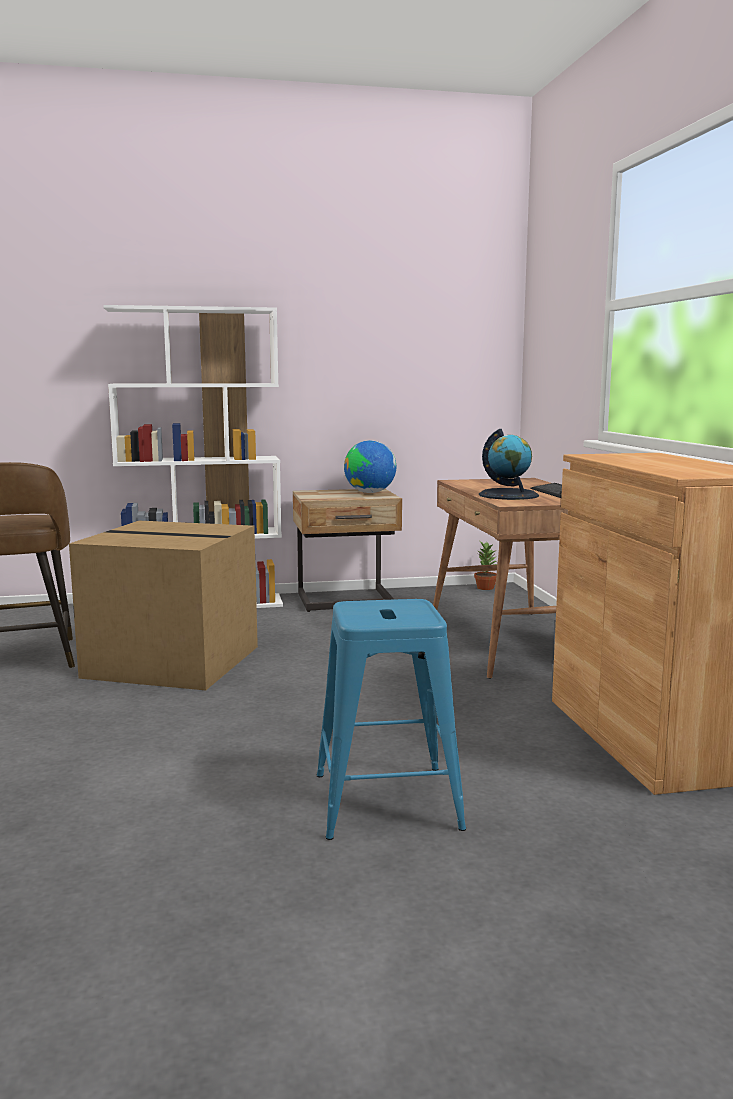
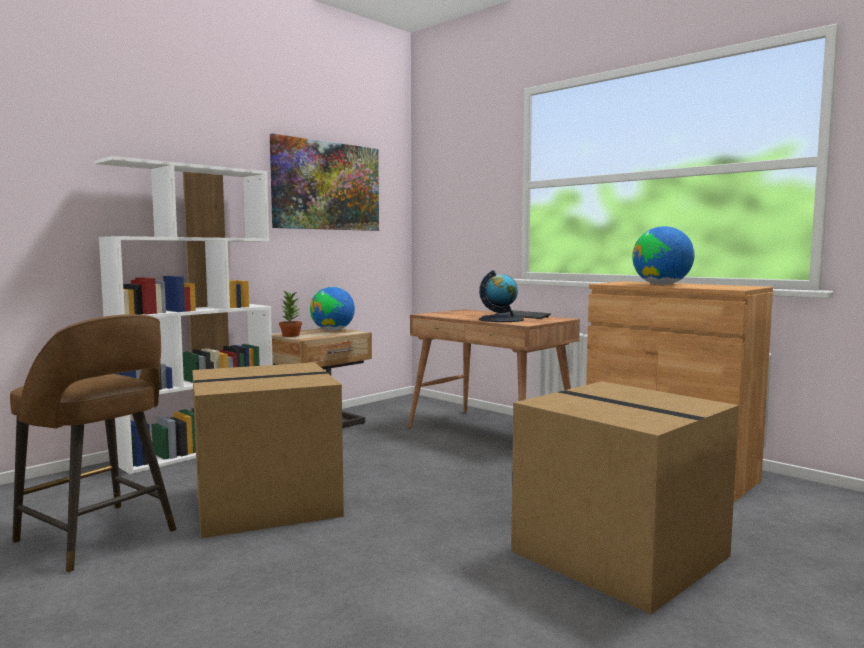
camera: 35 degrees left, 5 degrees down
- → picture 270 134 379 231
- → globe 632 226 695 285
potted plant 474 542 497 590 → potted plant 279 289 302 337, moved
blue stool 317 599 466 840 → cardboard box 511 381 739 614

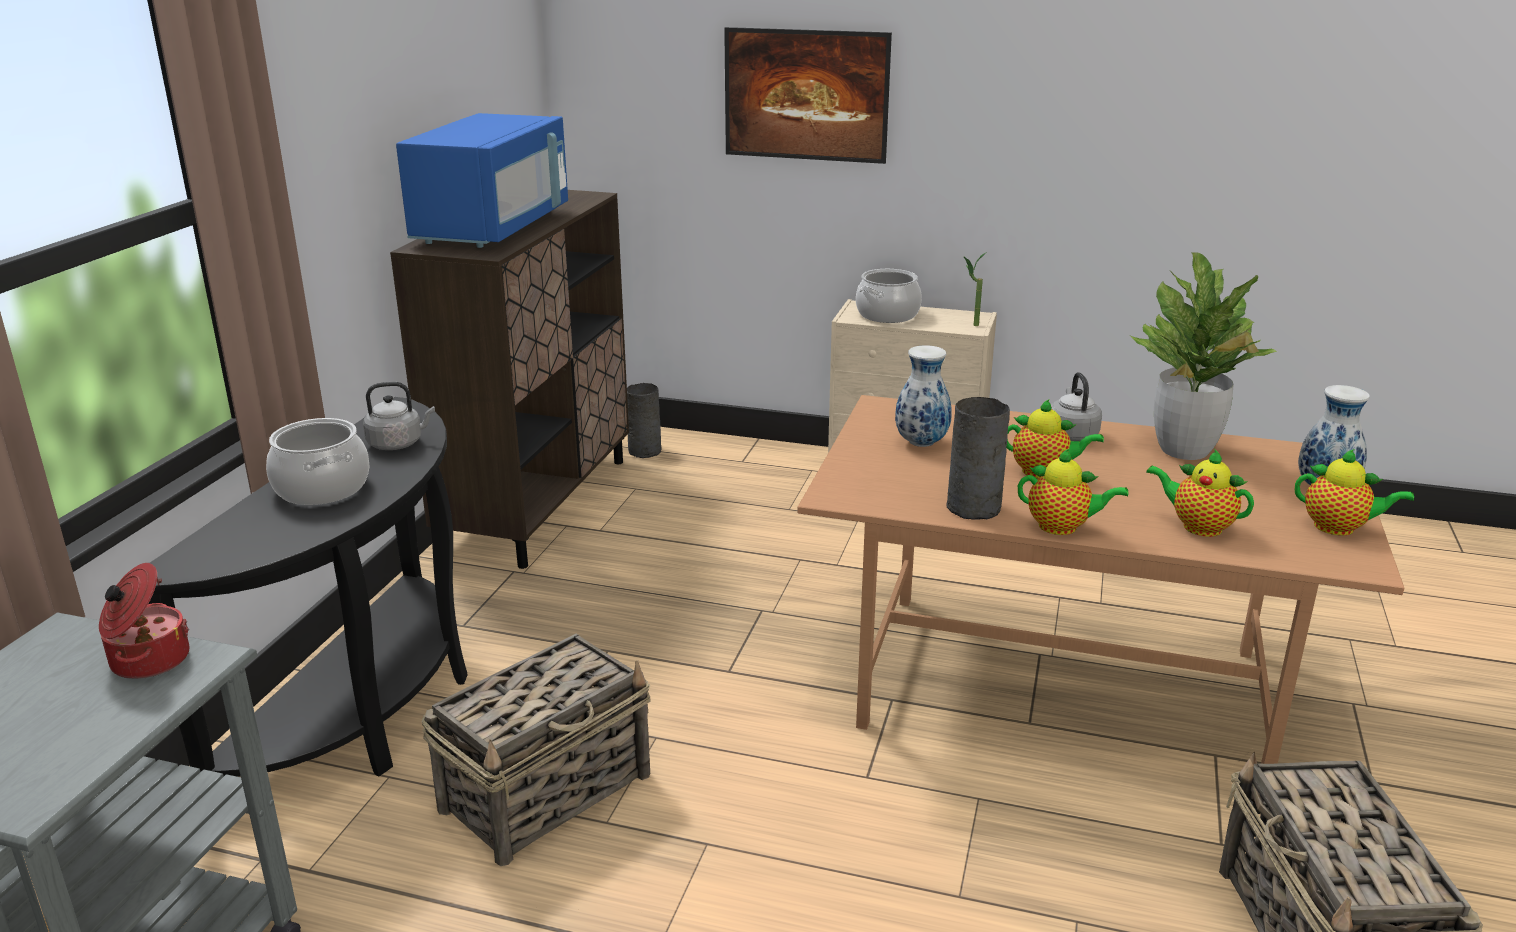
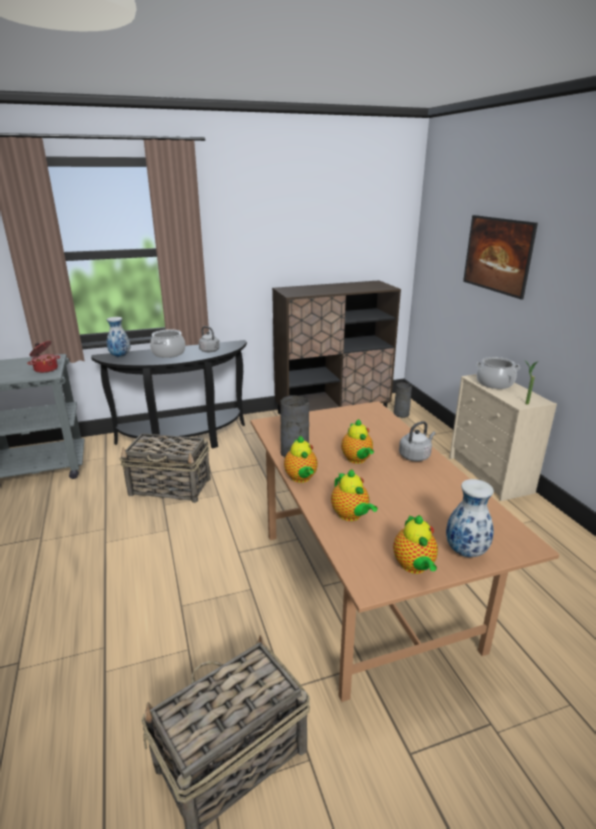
camera: 55 degrees right, 0 degrees up
blue microwave 396 113 568 248 → -
potted plant 1131 253 1277 460 → -
vase 895 345 952 447 → vase 107 317 130 357, moved
teapot 1146 448 1254 537 → teapot 331 469 378 521, 150 degrees clockwise

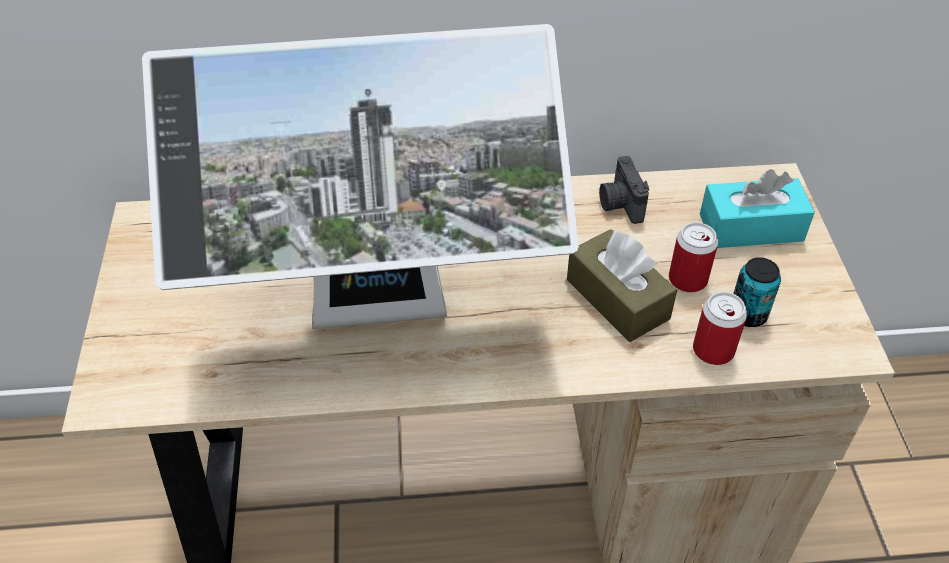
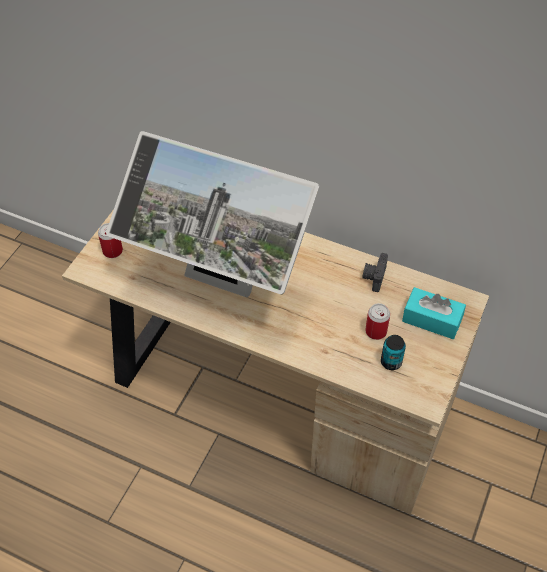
camera: 30 degrees right, 5 degrees up
brown tissue box 567 229 677 342 → -
can 693 292 747 365 → can 98 223 123 258, moved

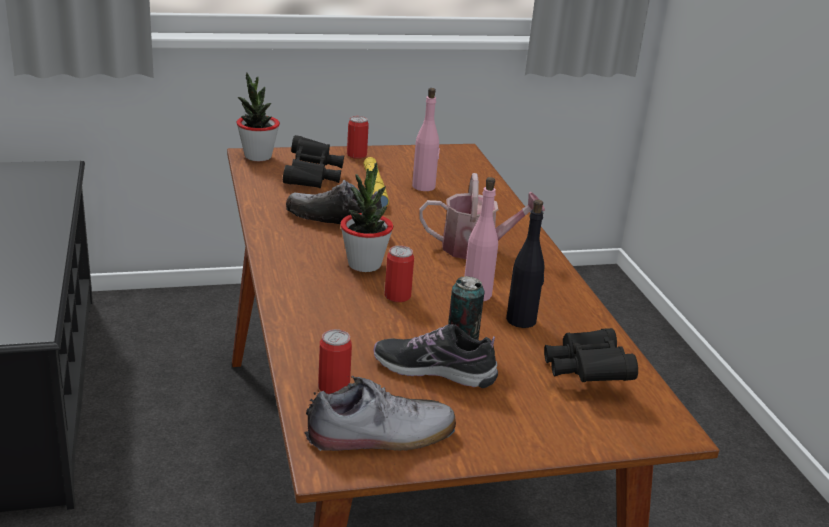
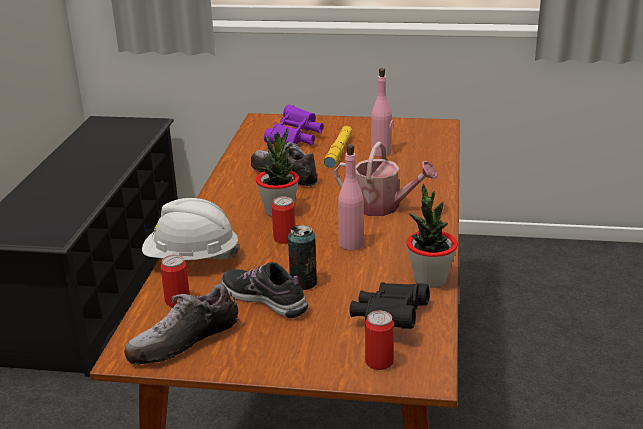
camera: 25 degrees right, 0 degrees up
black bottle 506 200 545 328 → -
- → white hard hat 142 198 240 260
potted plant 236 73 280 161 → potted plant 406 183 458 288, moved
can 347 116 369 159 → can 365 311 394 370, moved
black binoculars 283 135 344 188 → purple binoculars 264 105 323 146
shoe 304 376 456 453 → shoe 124 284 239 365, 135 degrees clockwise

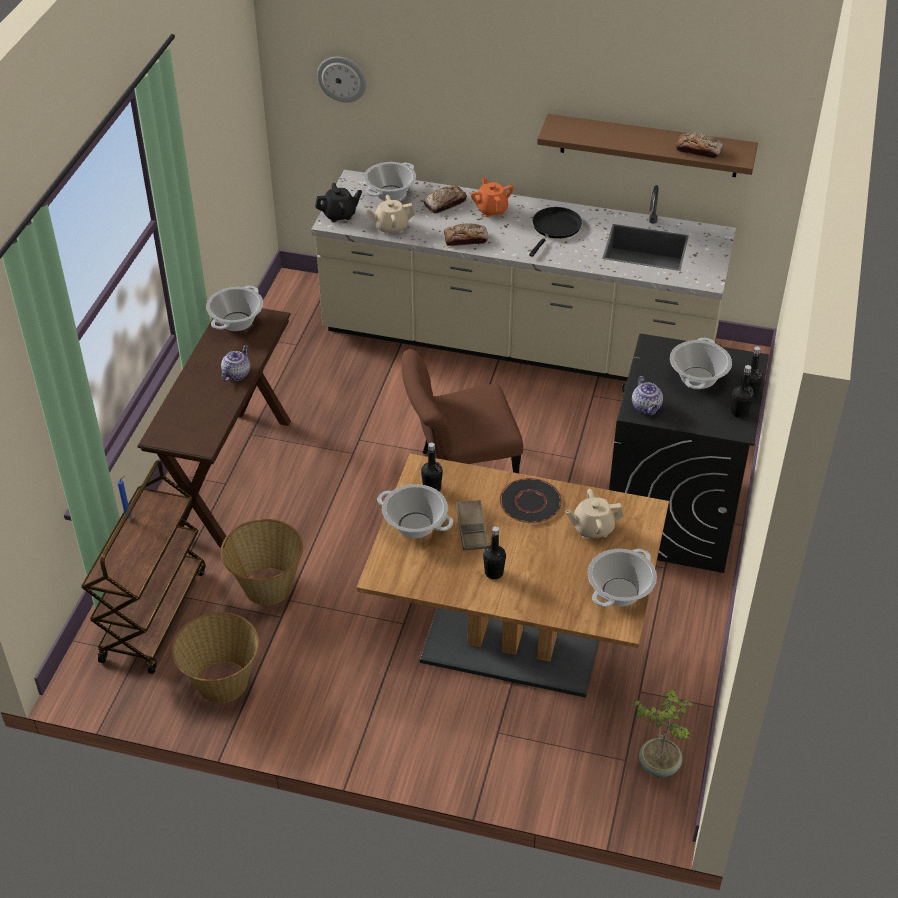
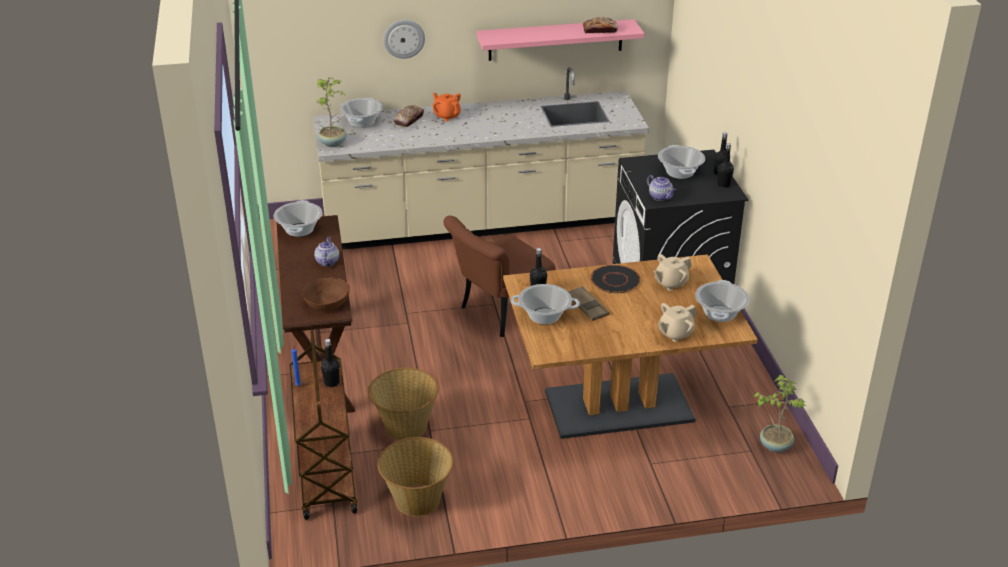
camera: 25 degrees left, 10 degrees down
bread 444 223 488 246 → -
black frying pan 529 207 582 257 → -
- → brown bowl 302 277 350 311
wall clock 317 57 366 103 → wall clock 384 20 425 59, moved
beige teapot 366 195 415 235 → beige teapot 658 303 697 342, moved
black bottle 483 526 506 579 → black bottle 321 339 340 387, moved
black teapot 315 183 362 222 → potted plant 317 77 347 147
brown shelf 537 114 758 177 → pink shelf 476 19 644 61

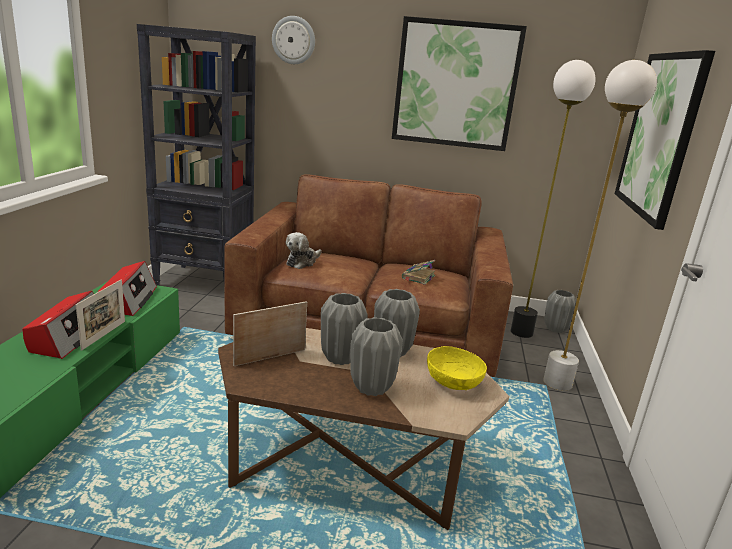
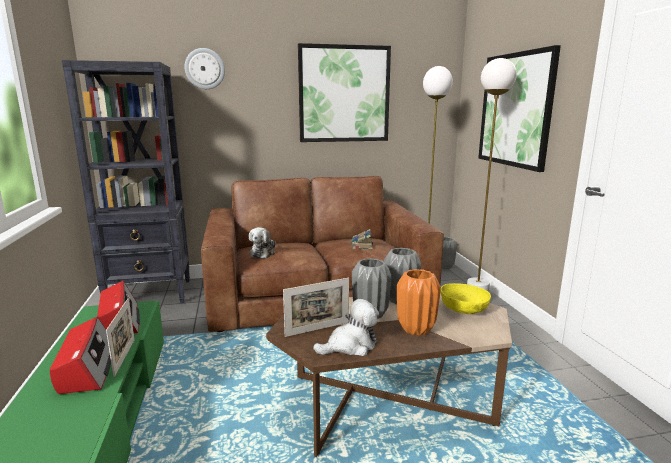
camera: 20 degrees left, 5 degrees down
- → plush toy 313 299 379 356
grey vase 350 317 403 396 → orange vase 397 269 441 336
picture frame 233 301 307 366 → picture frame 283 278 349 337, 150 degrees counterclockwise

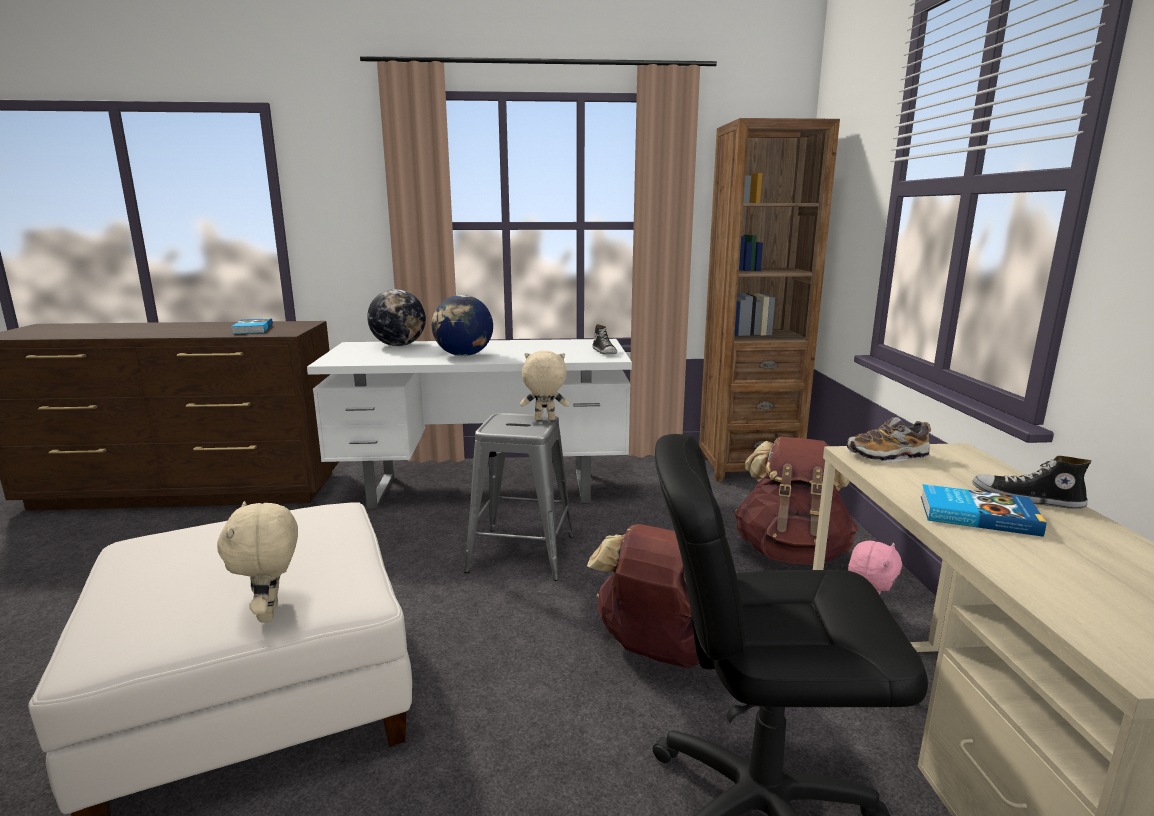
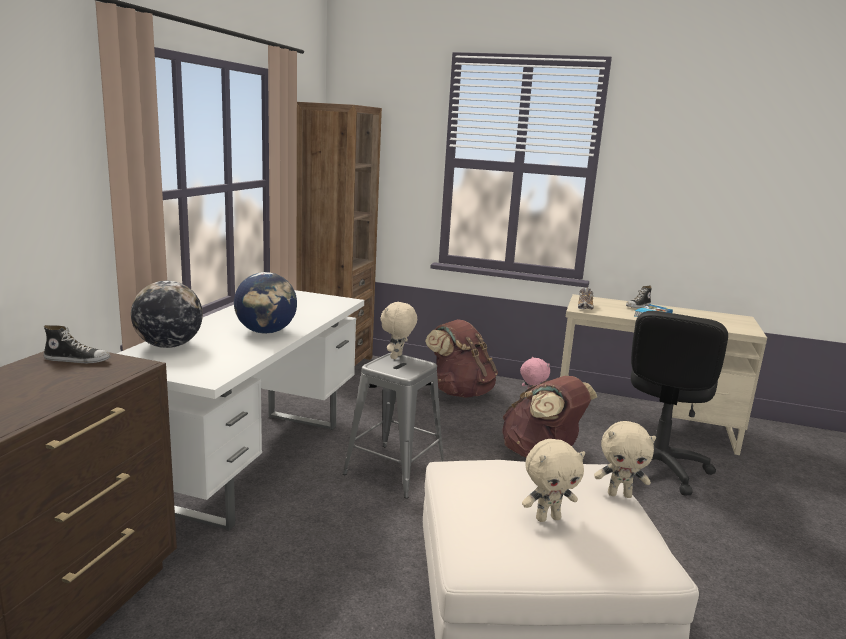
camera: 70 degrees left, 0 degrees up
book 231 318 273 334 → -
- → beige plush toy 522 439 585 522
shoe 592 324 617 355 → shoe 43 325 111 363, moved

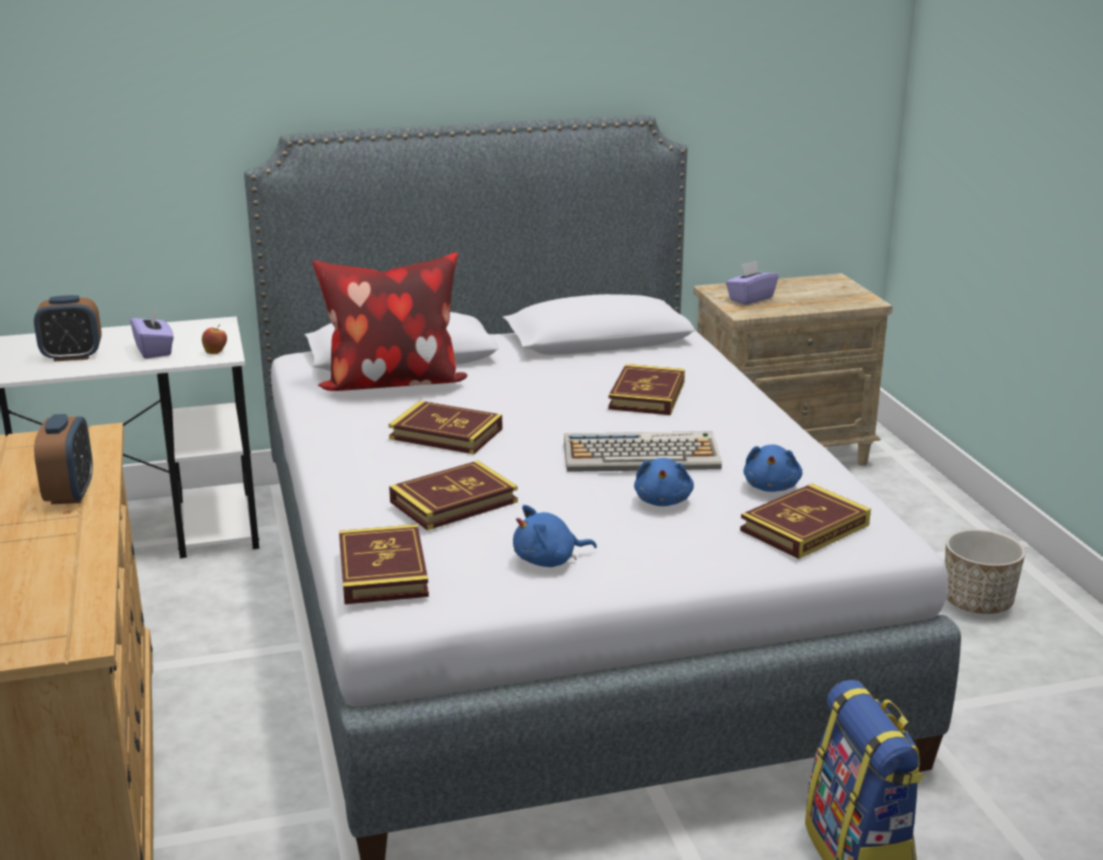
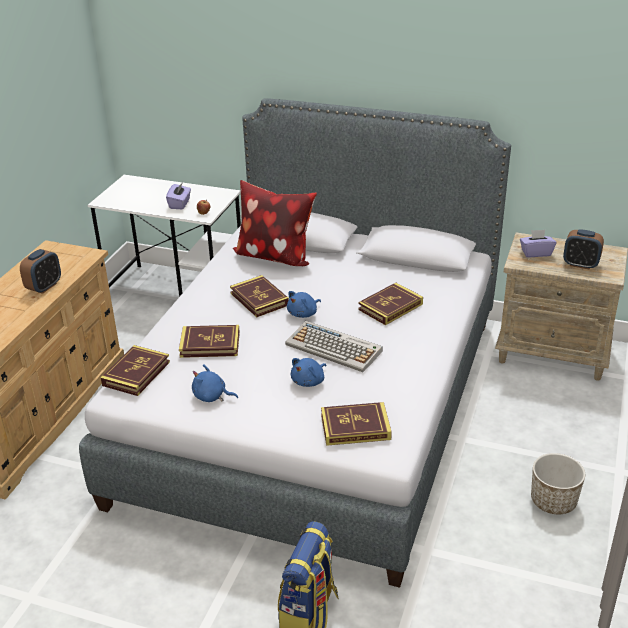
camera: 35 degrees right, 10 degrees up
alarm clock 34 295 102 362 → alarm clock 563 229 604 270, moved
blue plush toy 743 445 802 492 → blue plush toy 287 291 321 318, moved

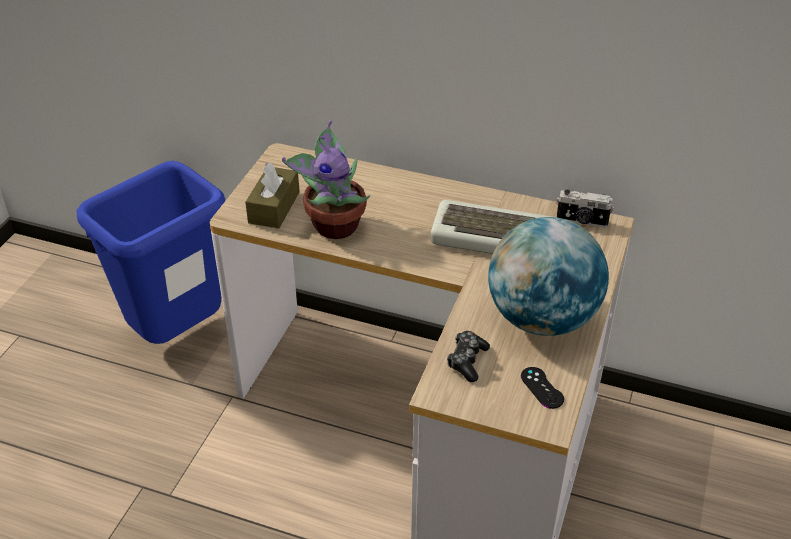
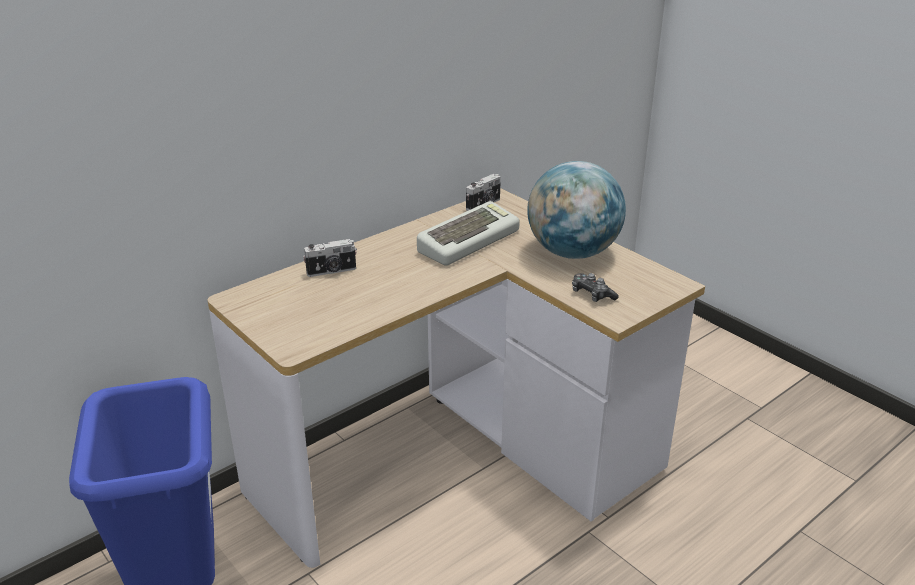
camera: 60 degrees left, 10 degrees down
brown tissue box 245 162 300 229 → -
potted plant 282 120 370 239 → -
black game controller 521 367 564 409 → -
- → photo camera 303 239 357 277

